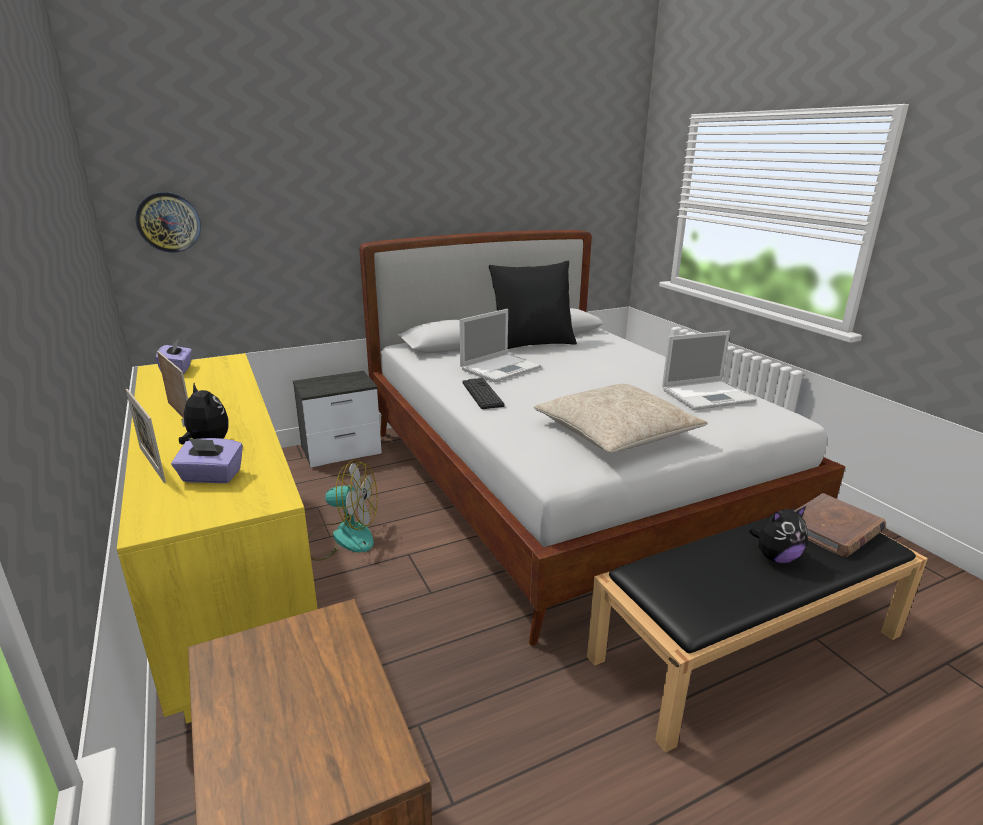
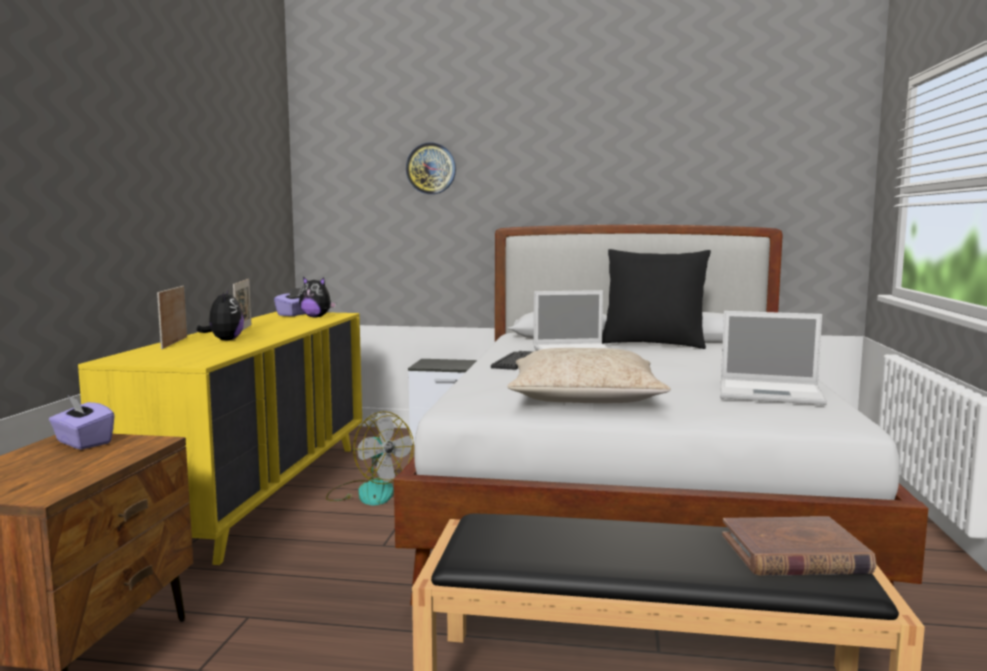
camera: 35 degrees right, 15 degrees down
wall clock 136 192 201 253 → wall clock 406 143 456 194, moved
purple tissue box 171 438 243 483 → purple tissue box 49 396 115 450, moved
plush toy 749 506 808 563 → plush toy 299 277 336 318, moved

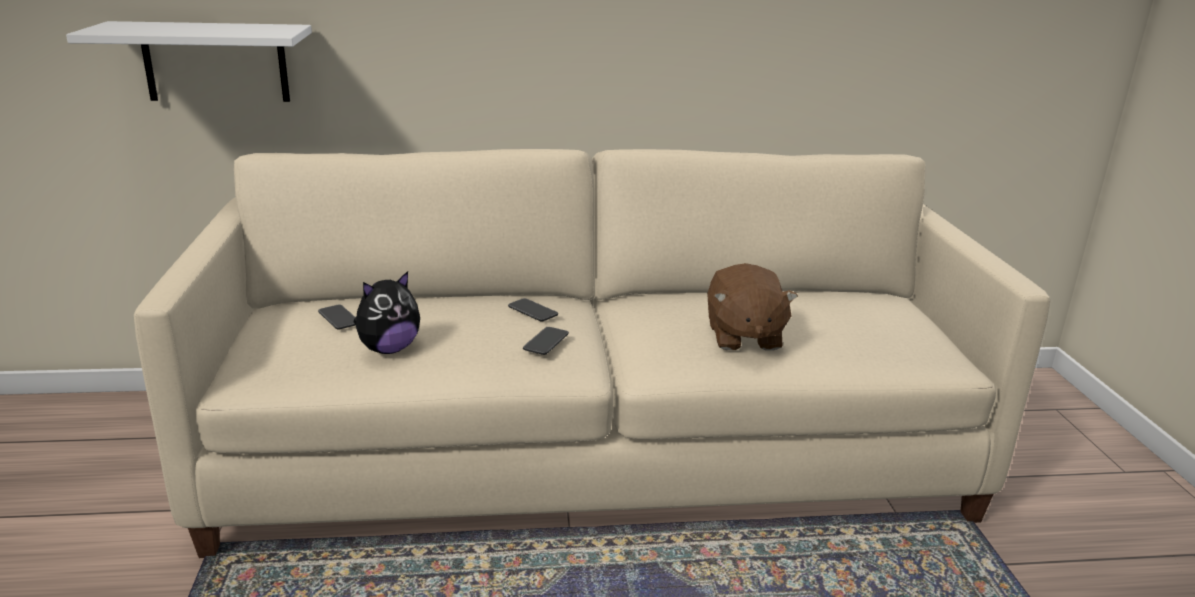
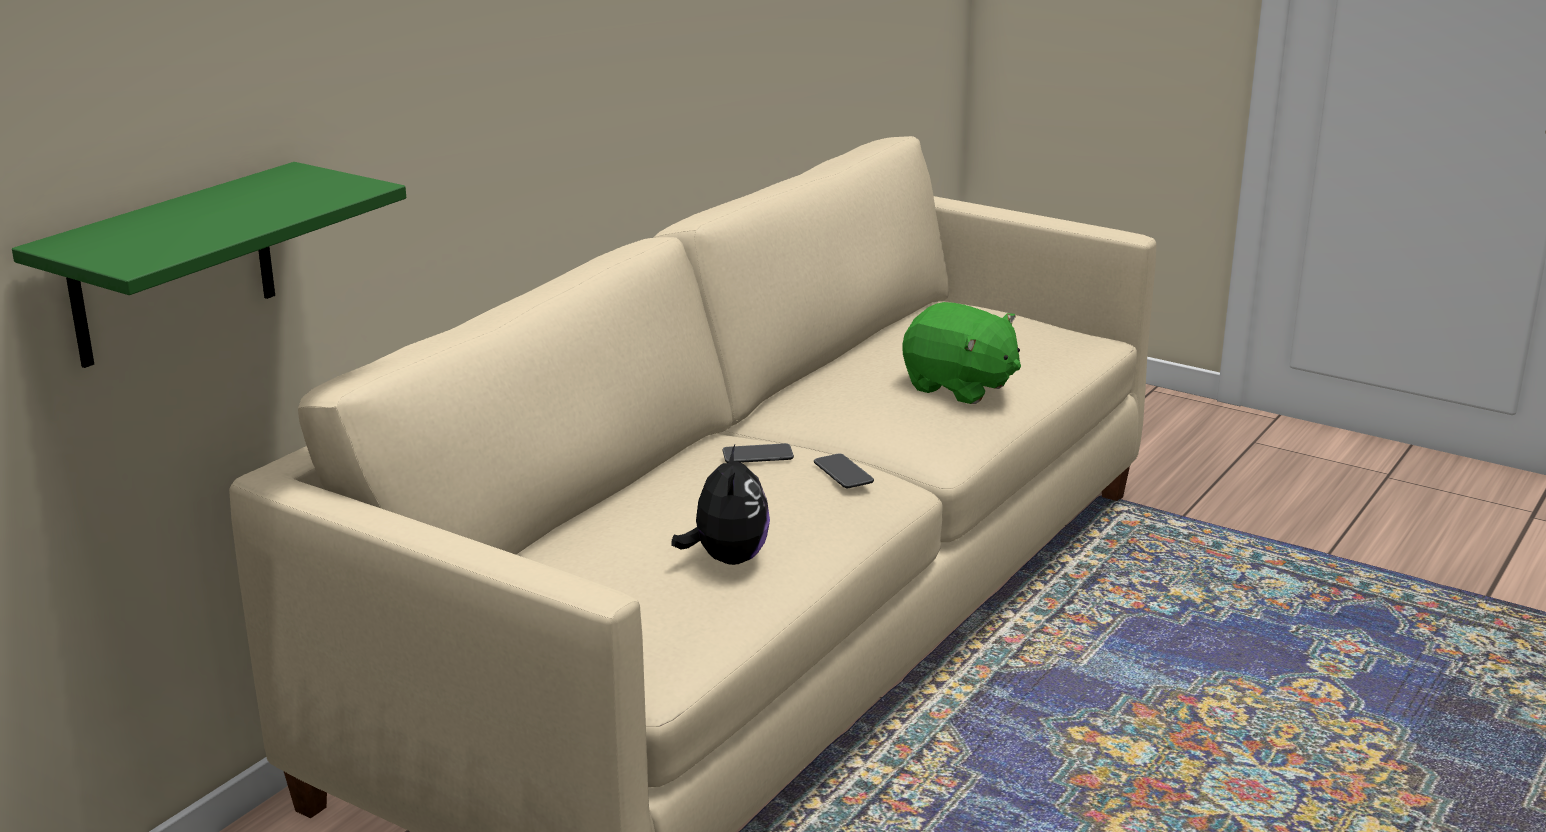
camera: 50 degrees left, 0 degrees up
phone 318 305 356 330 → -
white shelf 66 21 312 102 → green shelf 12 162 406 368
brown plush toy 707 263 798 350 → green plush toy 903 302 1021 404

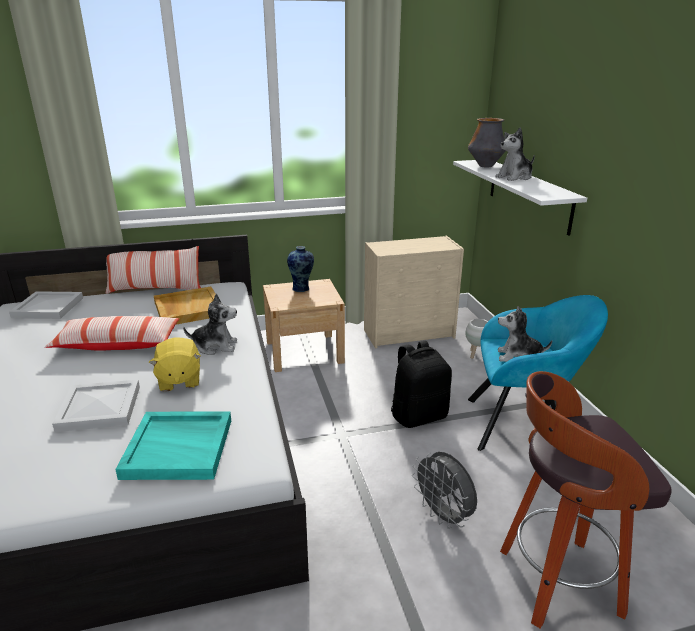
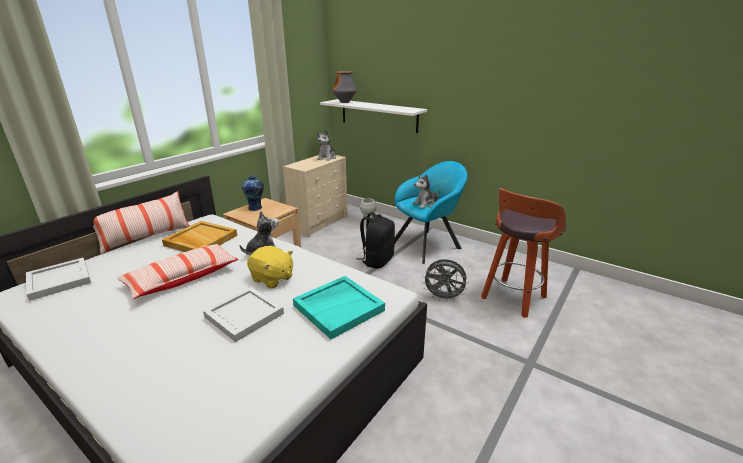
camera: 40 degrees left, 0 degrees up
plush toy 495 127 535 181 → plush toy 316 130 336 161, moved

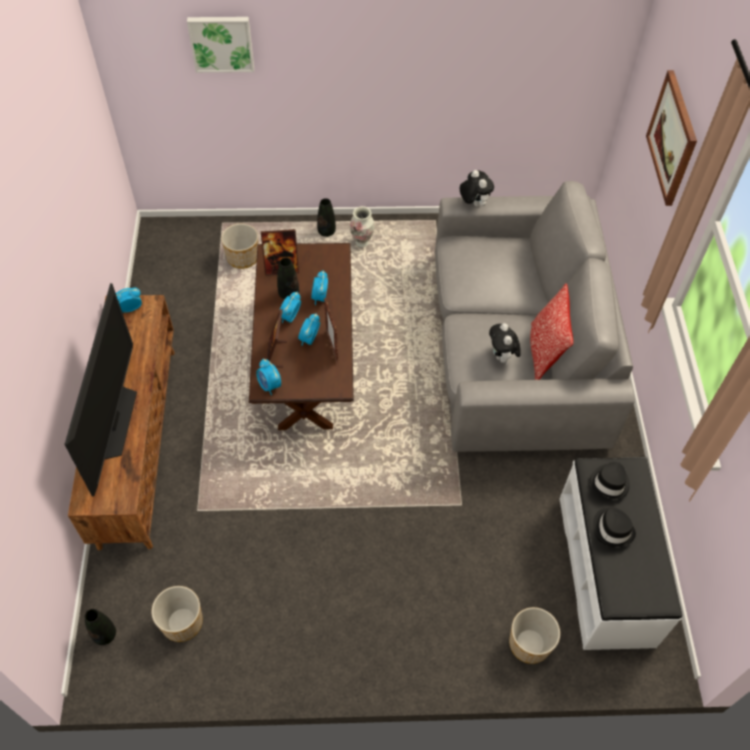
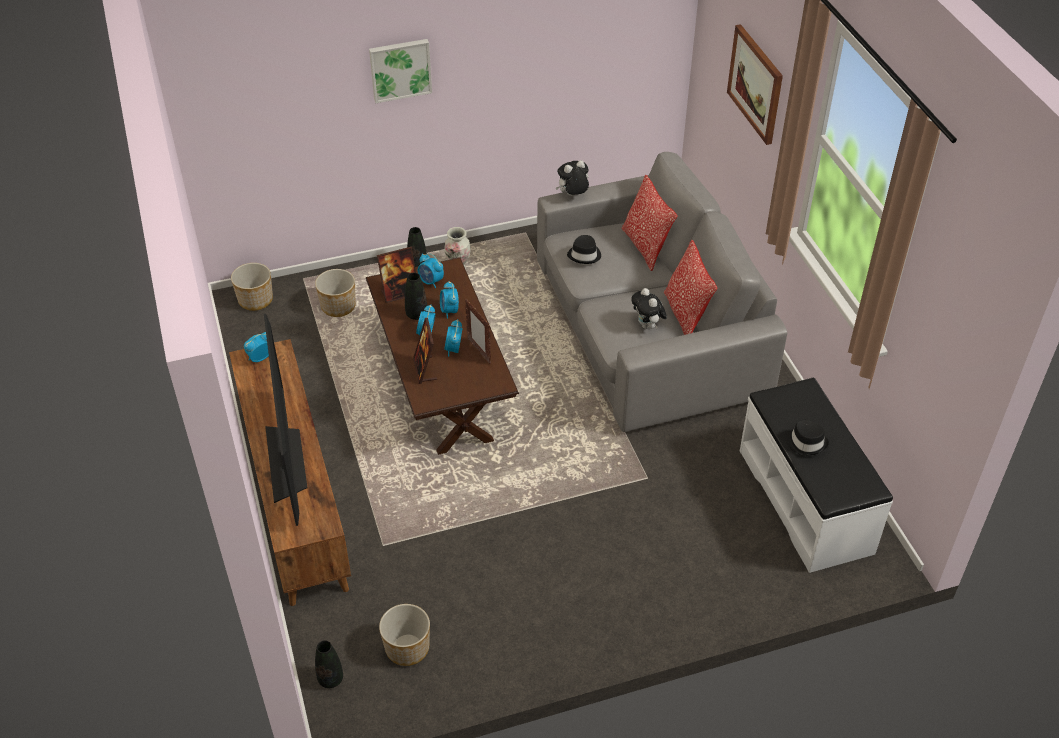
camera: 15 degrees left, 10 degrees down
- → pillow 621 175 677 271
picture 187 17 254 73 → picture 369 39 432 103, moved
alarm clock 256 358 281 395 → alarm clock 418 254 444 288, moved
planter 509 607 560 664 → planter 231 263 273 311, moved
black hat 590 462 630 499 → black hat 567 235 601 264, moved
plush toy 460 170 494 206 → plush toy 556 160 589 196, 75 degrees counterclockwise

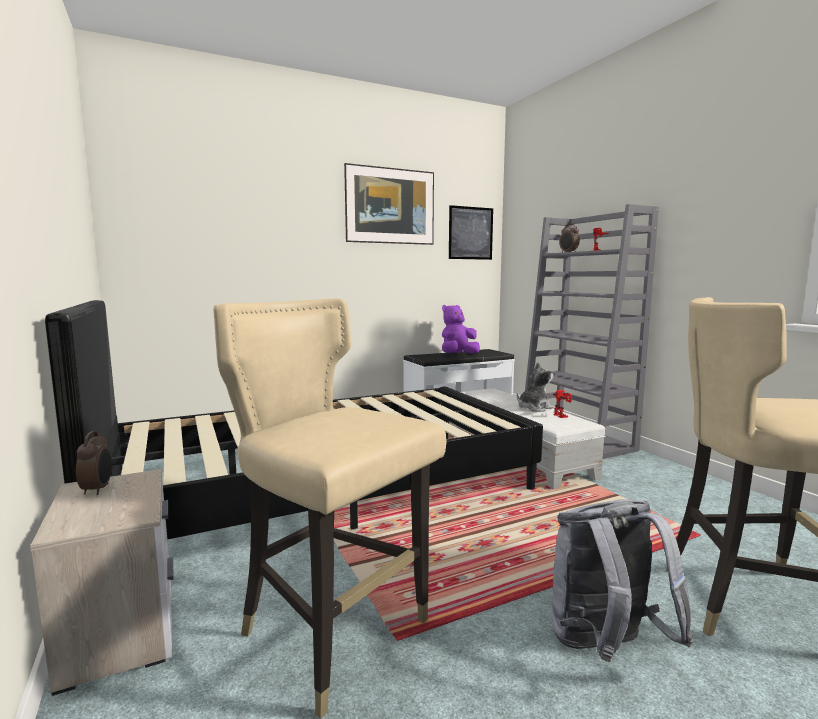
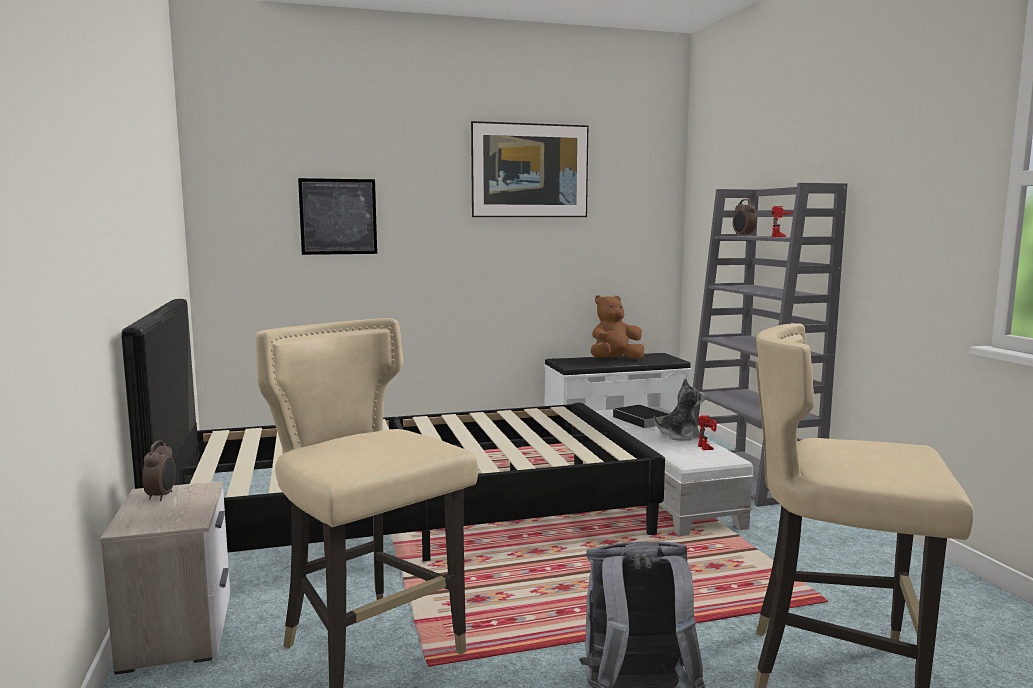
camera: 10 degrees right, 0 degrees up
- → book 613 405 668 430
picture 449 205 493 260 → picture 298 178 377 255, moved
purple plush toy 442 305 480 354 → brown plush toy 591 295 644 359

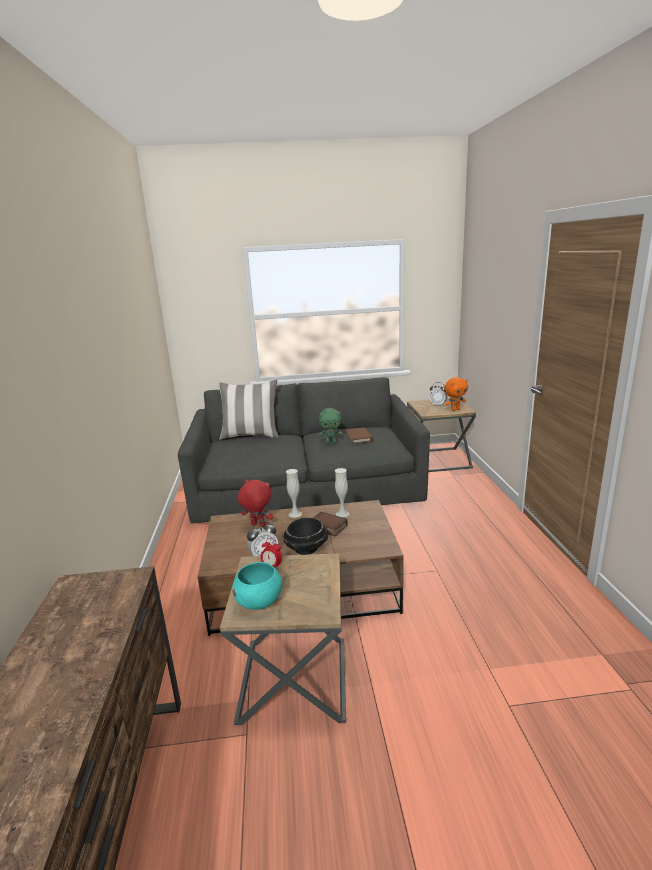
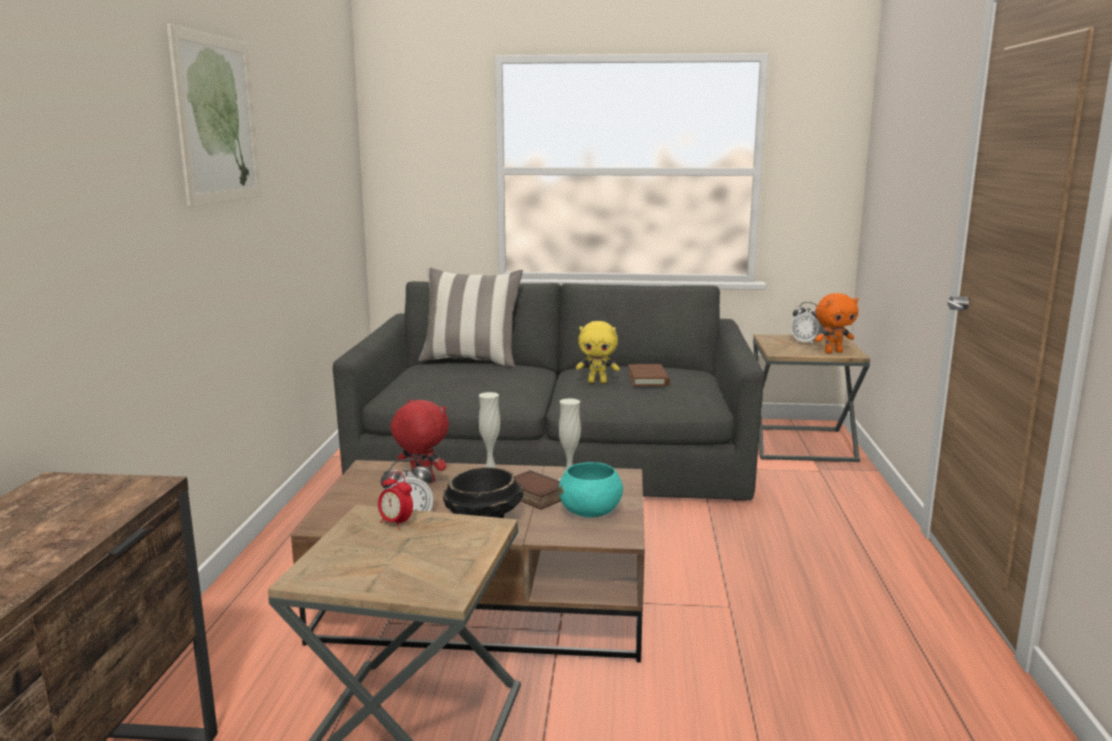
camera: 10 degrees right, 5 degrees down
- → picture 167 24 262 207
turquoise bowl 232 562 282 610 → turquoise bowl 559 462 623 518, moved
green plush toy 318 408 343 444 → yellow plush toy 576 321 620 383

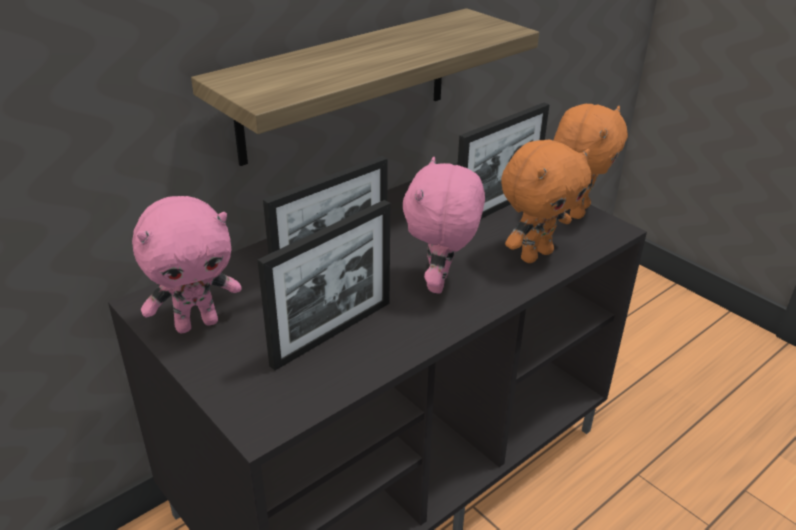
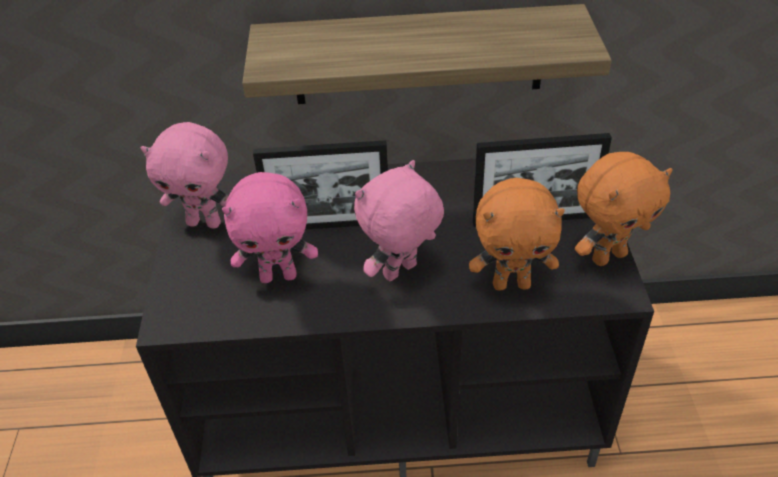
camera: 40 degrees right, 10 degrees up
picture frame 258 200 390 370 → pink plush toy 222 172 318 283

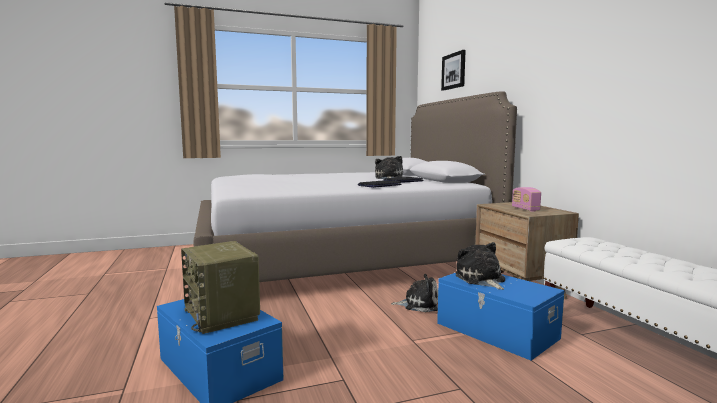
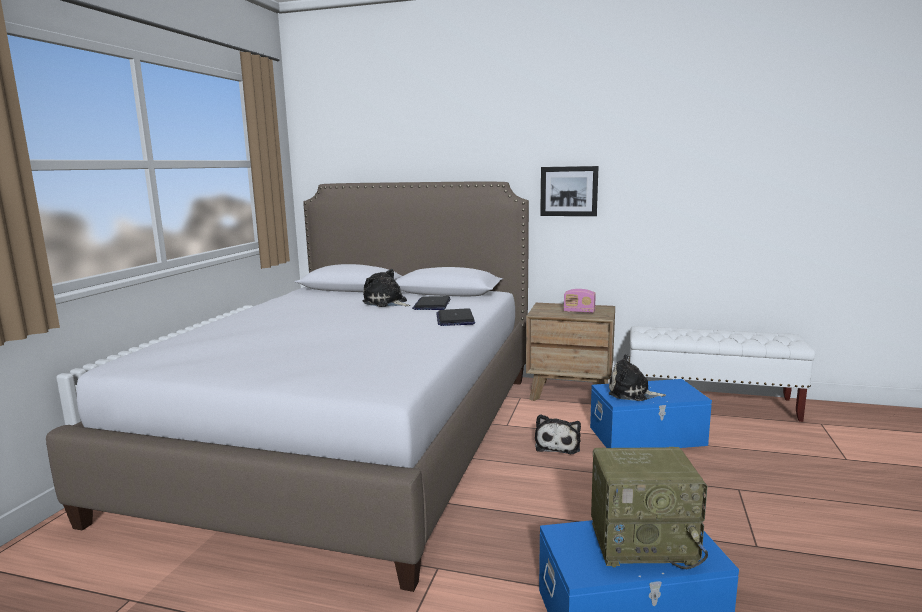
camera: 55 degrees left, 5 degrees up
picture 441 50 466 91 → picture 540 166 598 216, moved
plush toy 391 274 438 312 → plush toy 535 414 581 454, 150 degrees clockwise

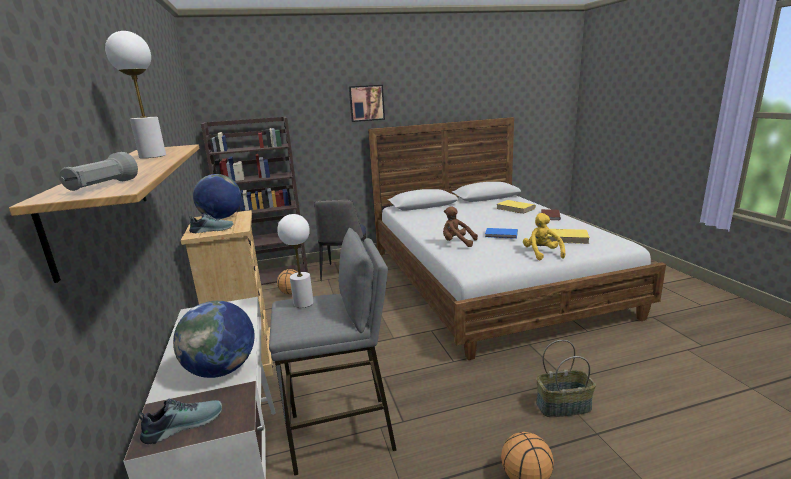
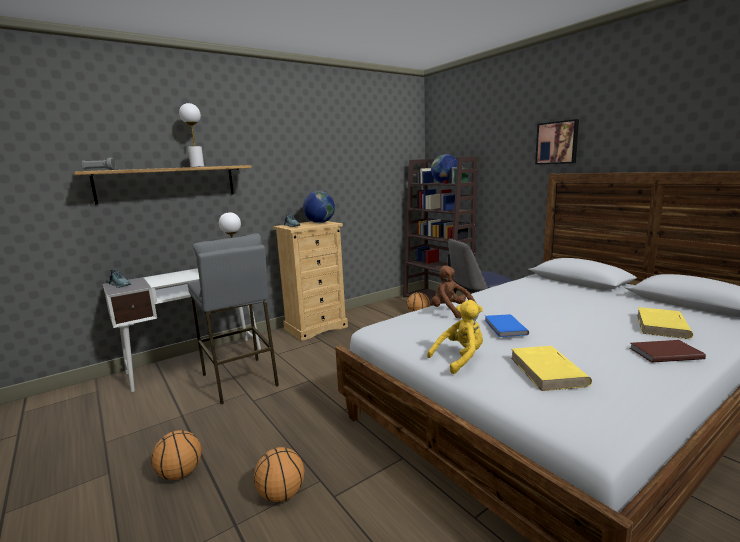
camera: 70 degrees right, 5 degrees down
globe 173 301 255 378 → globe 431 154 457 183, moved
basket 536 340 596 417 → basketball 254 447 304 502
brown plush toy 443 206 478 247 → brown plush toy 431 265 478 319, 45 degrees counterclockwise

